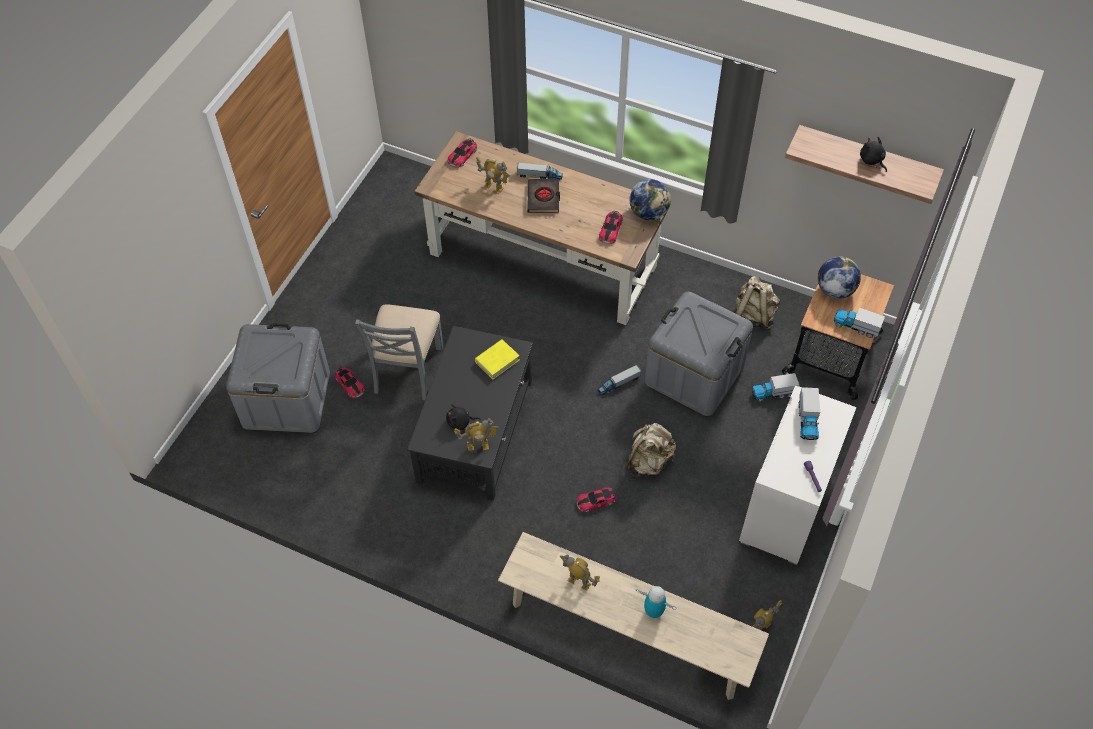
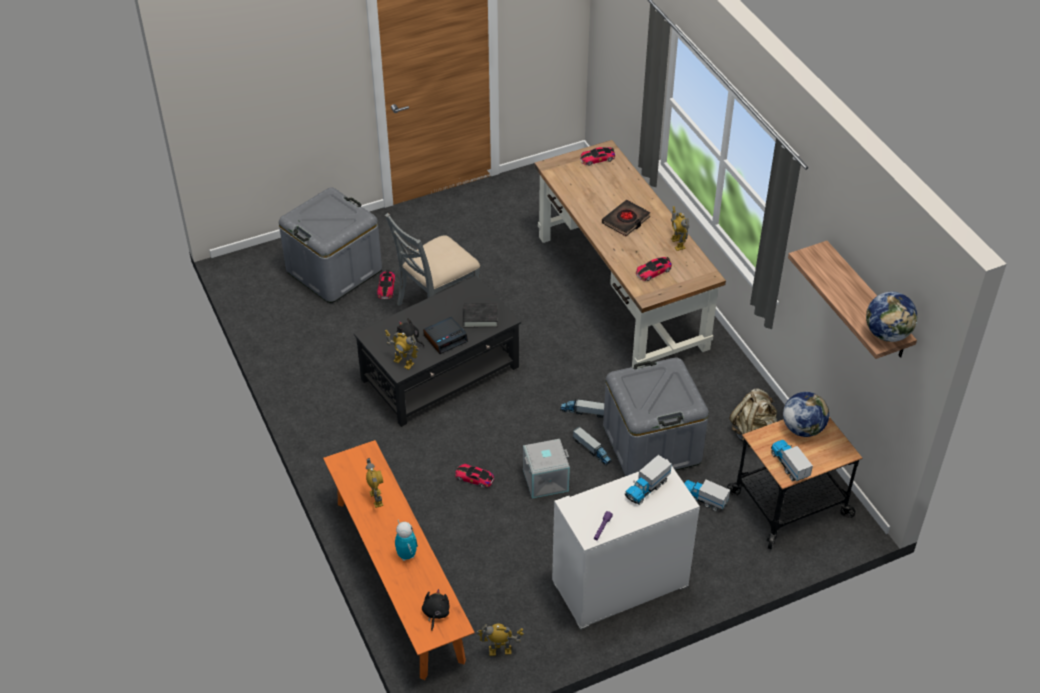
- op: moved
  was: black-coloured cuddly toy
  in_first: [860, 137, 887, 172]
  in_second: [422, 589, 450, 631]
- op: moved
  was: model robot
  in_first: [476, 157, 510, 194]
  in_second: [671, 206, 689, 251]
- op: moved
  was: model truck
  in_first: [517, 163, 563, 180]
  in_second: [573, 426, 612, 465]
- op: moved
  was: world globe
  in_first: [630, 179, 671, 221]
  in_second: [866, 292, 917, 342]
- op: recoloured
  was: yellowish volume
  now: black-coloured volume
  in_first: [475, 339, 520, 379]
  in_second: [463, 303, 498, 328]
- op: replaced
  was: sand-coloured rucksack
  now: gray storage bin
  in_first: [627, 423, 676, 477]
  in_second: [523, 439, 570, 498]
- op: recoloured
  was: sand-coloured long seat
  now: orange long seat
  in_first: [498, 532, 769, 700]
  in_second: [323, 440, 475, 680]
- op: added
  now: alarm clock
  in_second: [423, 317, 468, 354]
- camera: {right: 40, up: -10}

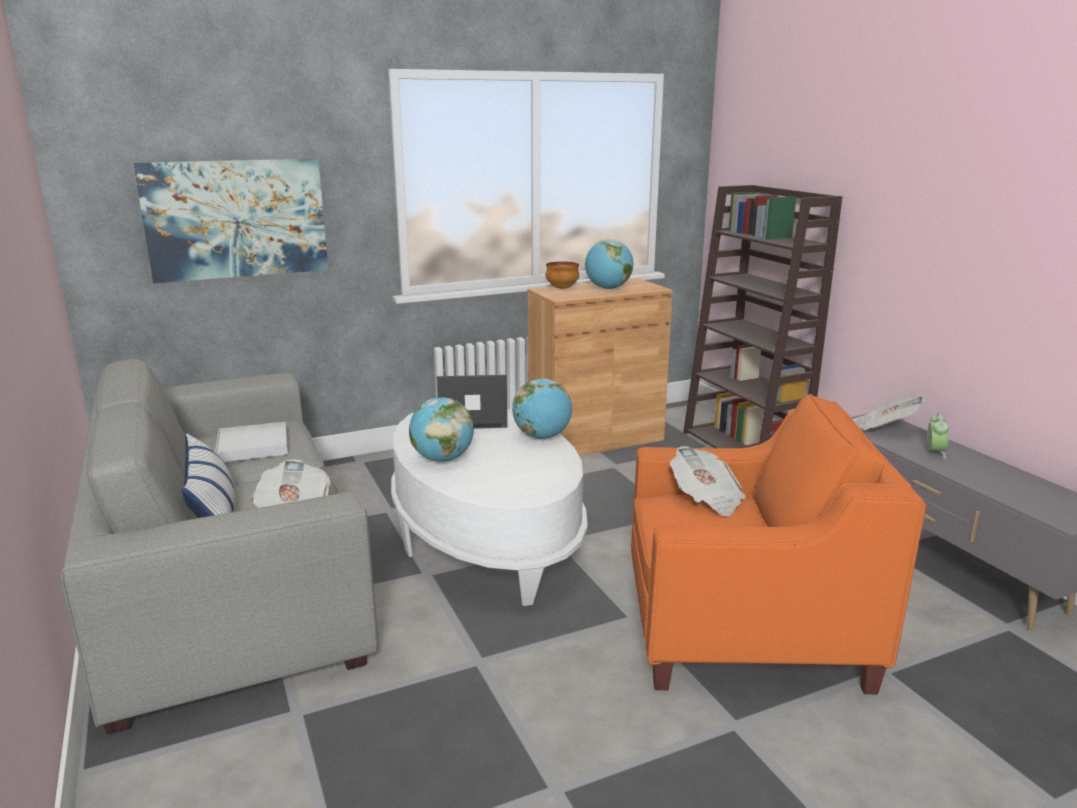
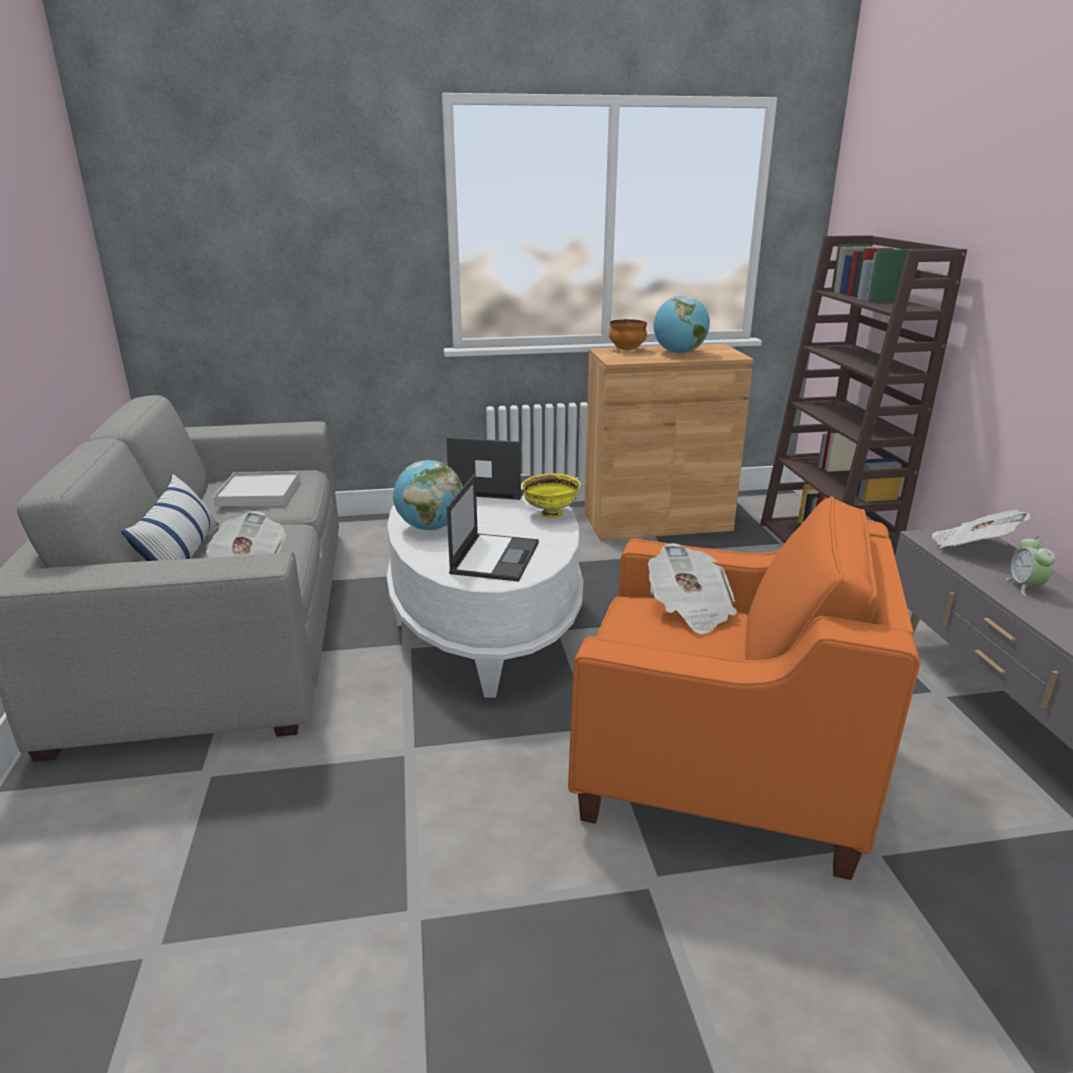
- op: removed
  was: wall art
  in_first: [133, 158, 328, 283]
- op: replaced
  was: world globe
  now: yellowish bowl
  in_first: [512, 378, 572, 439]
  in_second: [522, 473, 581, 518]
- op: turned
  was: alarm clock
  in_first: [928, 412, 949, 459]
  in_second: [1006, 536, 1055, 596]
  clockwise: 150
- op: added
  now: laptop
  in_second: [447, 474, 539, 581]
- camera: {right: 15, up: 5}

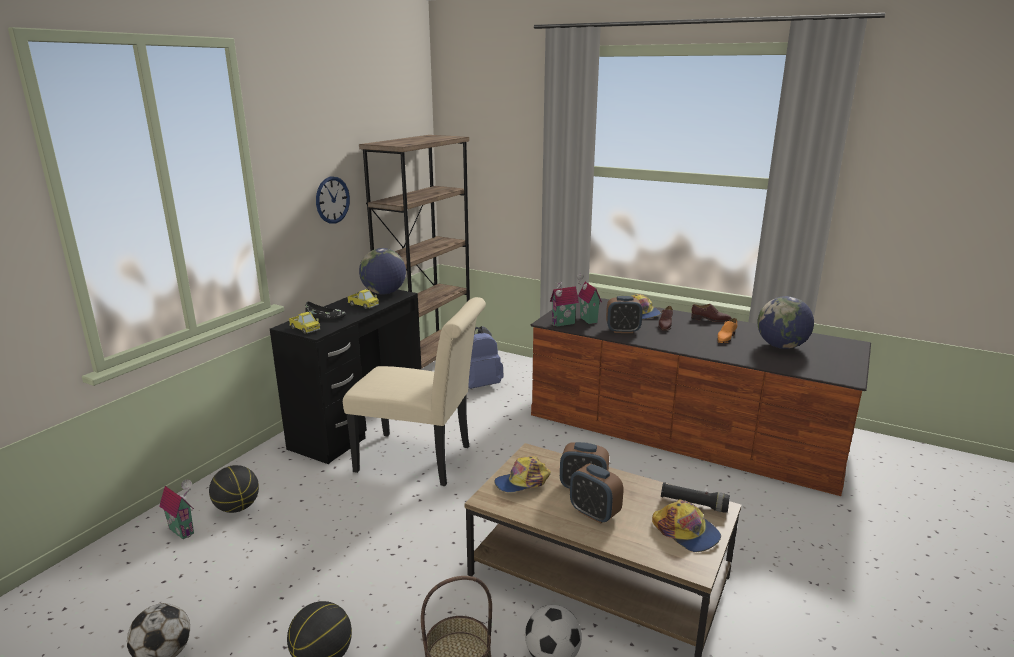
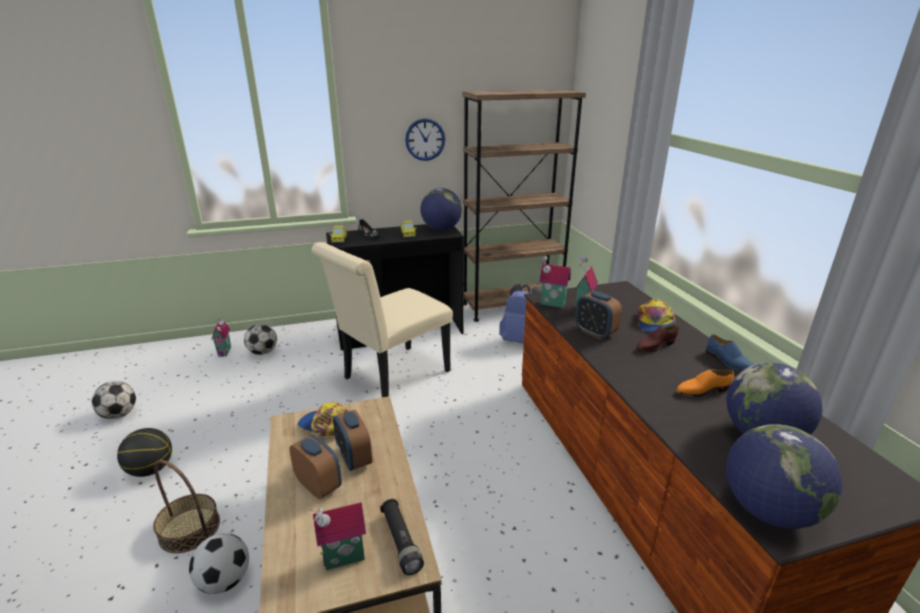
- op: turned
  was: sand-coloured upright chair
  in_first: [343, 297, 486, 486]
  in_second: [311, 242, 453, 397]
  clockwise: 75
- op: recoloured
  was: brownish shoe
  now: blue-coloured shoe
  in_first: [691, 304, 732, 322]
  in_second: [705, 334, 754, 372]
- op: turned
  was: alarm clock
  in_first: [570, 463, 624, 524]
  in_second: [289, 434, 342, 499]
  clockwise: 135
- op: replaced
  was: basketball
  now: football ball
  in_first: [209, 465, 259, 513]
  in_second: [244, 324, 277, 355]
- op: replaced
  was: peaked cap
  now: toy house
  in_first: [652, 500, 721, 552]
  in_second: [310, 502, 366, 570]
- op: added
  now: world globe
  in_second: [726, 424, 842, 529]
- camera: {right: 45, up: 5}

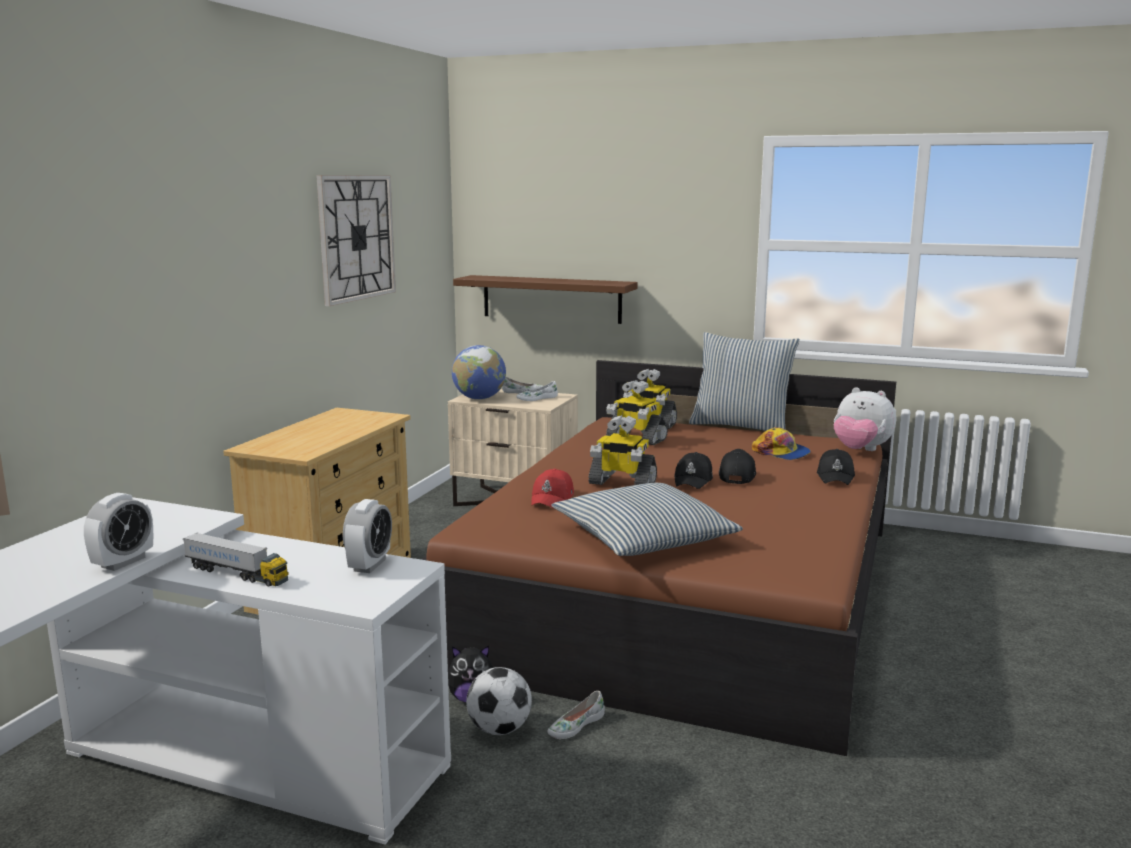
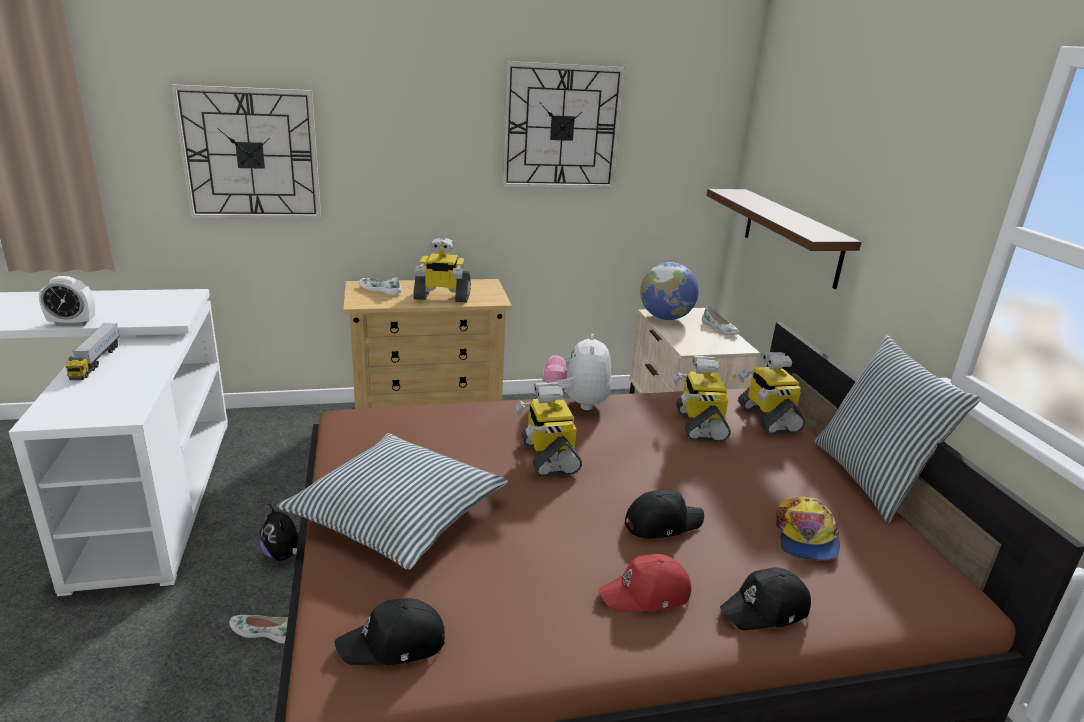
- op: moved
  was: white shoe
  in_first: [517, 381, 558, 401]
  in_second: [359, 277, 401, 295]
- op: moved
  was: cuddly toy
  in_first: [834, 387, 896, 451]
  in_second: [543, 334, 612, 410]
- op: moved
  was: black-coloured peaked cap
  in_first: [674, 452, 713, 489]
  in_second: [335, 598, 445, 665]
- op: moved
  was: red-coloured peaked cap
  in_first: [531, 469, 574, 508]
  in_second: [599, 554, 691, 612]
- op: removed
  was: alarm clock
  in_first: [343, 499, 392, 573]
- op: removed
  was: football ball
  in_first: [466, 667, 532, 735]
- op: added
  now: clock on the wall
  in_second: [170, 84, 321, 219]
- op: added
  now: model robot
  in_second: [413, 238, 471, 303]
- camera: {right: 55, up: 10}

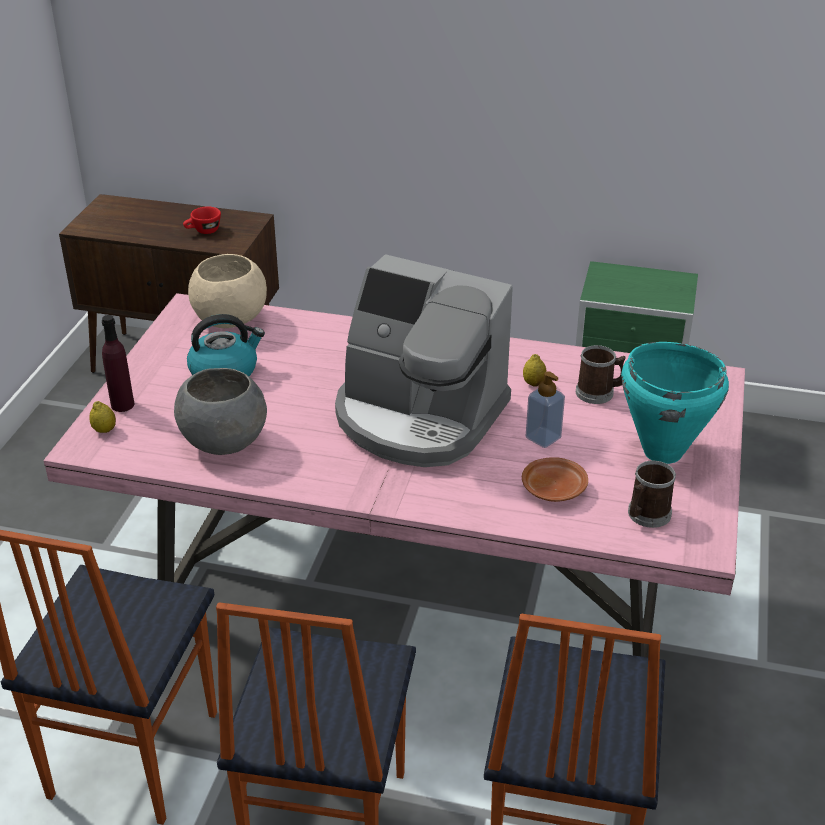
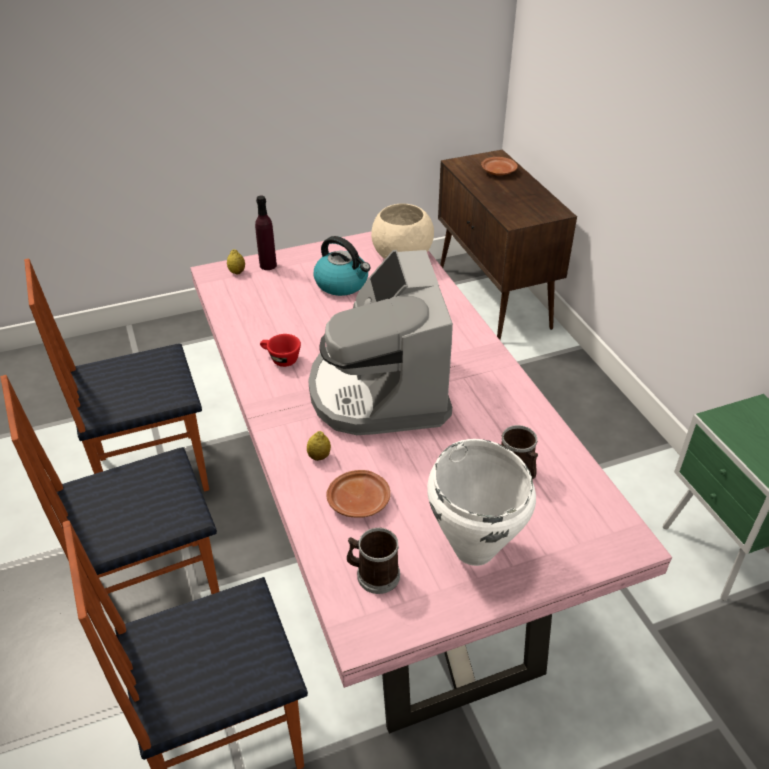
- op: moved
  was: red-coloured cup
  in_first: [183, 207, 221, 234]
  in_second: [260, 334, 301, 367]
- op: recoloured
  was: turquoise saucepot
  now: white saucepot
  in_first: [621, 342, 729, 464]
  in_second: [427, 439, 536, 566]
- op: moved
  was: citrus fruit
  in_first: [523, 354, 546, 387]
  in_second: [307, 431, 331, 461]
- op: removed
  was: gray bowl
  in_first: [174, 368, 267, 455]
- op: removed
  was: soap dispenser
  in_first: [525, 371, 565, 448]
- op: added
  now: brownish plate
  in_second: [481, 157, 518, 176]
- camera: {right: 55, up: 5}

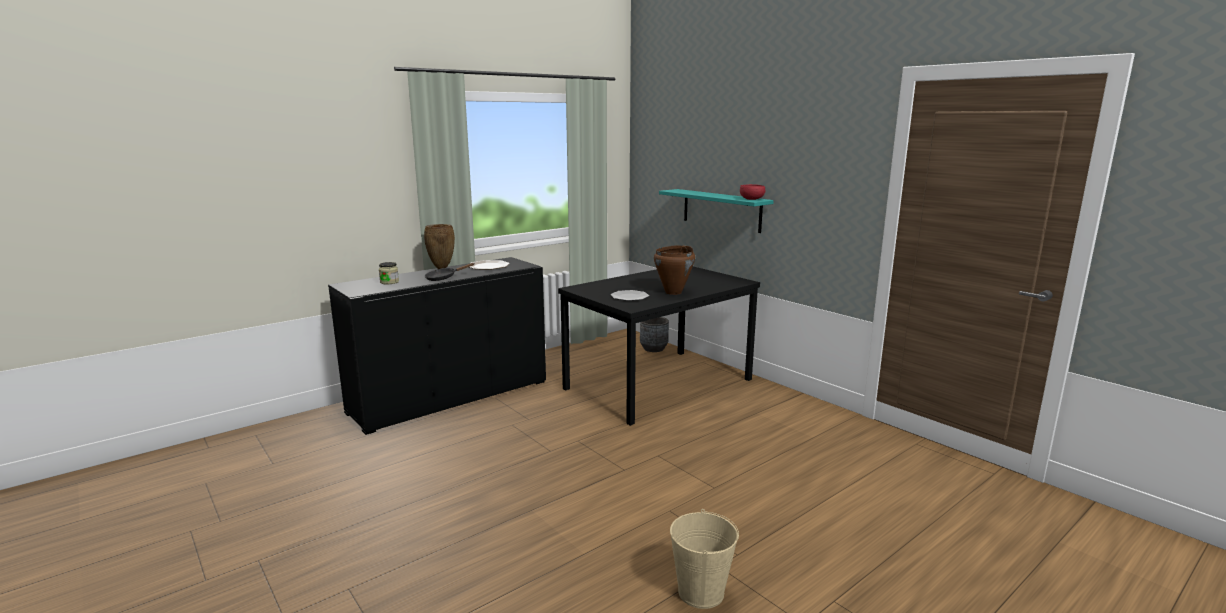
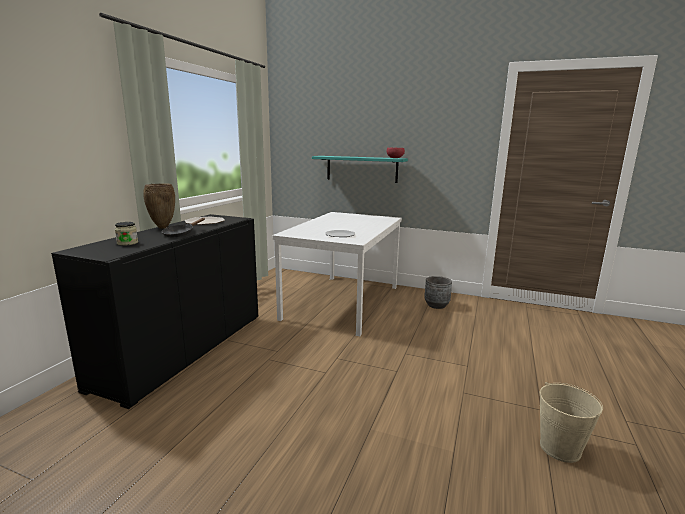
- op: removed
  was: brownish saucepot
  in_first: [654, 245, 695, 295]
- op: recoloured
  was: black-coloured dinner table
  now: white dinner table
  in_first: [558, 267, 760, 426]
  in_second: [273, 212, 402, 336]
- op: moved
  was: gray plant pot
  in_first: [640, 317, 669, 352]
  in_second: [424, 276, 452, 309]
- camera: {right: -30, up: 0}

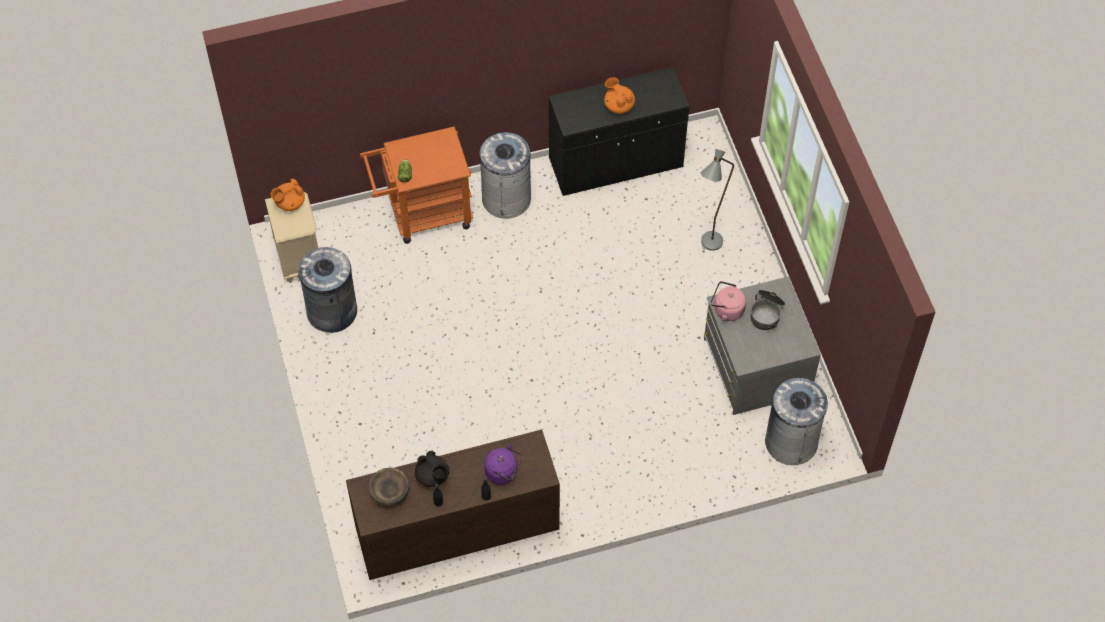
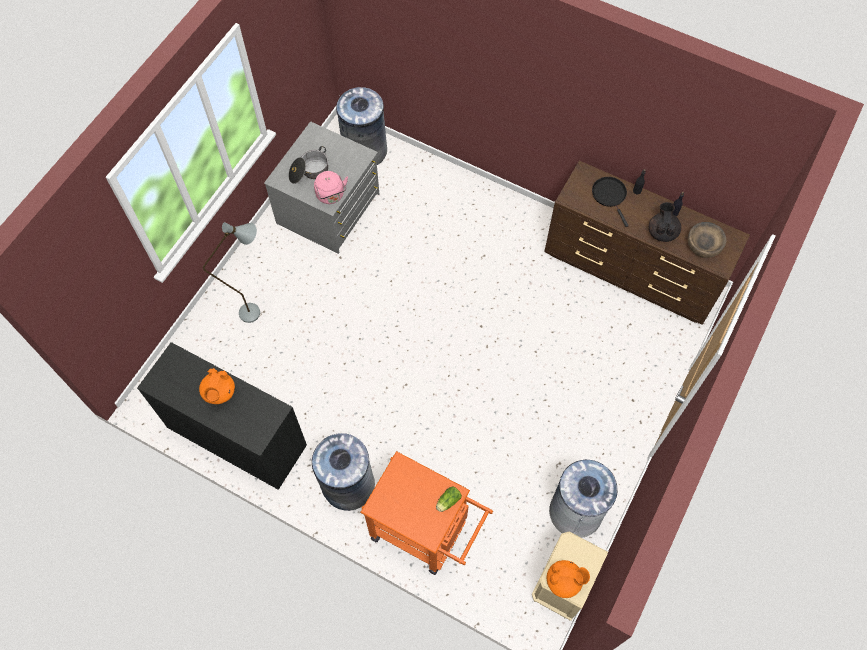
- op: replaced
  was: purple water kettle
  now: black-coloured pan
  in_first: [484, 444, 523, 485]
  in_second: [592, 177, 629, 227]
- camera: {right: -135, up: 5}

